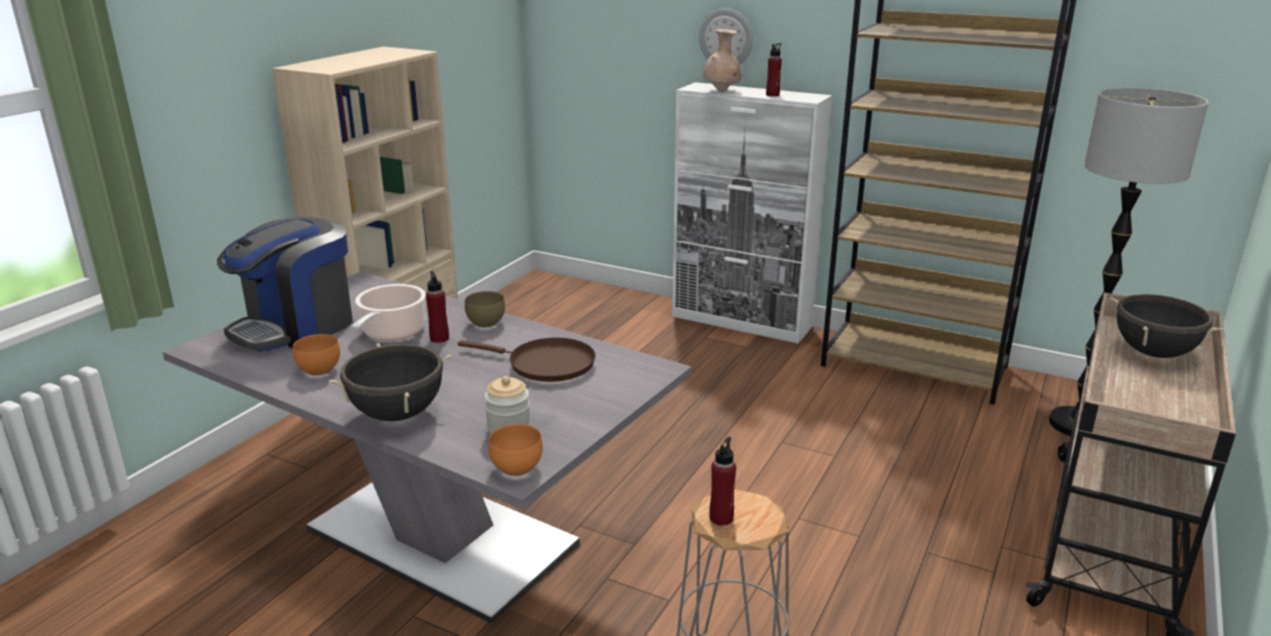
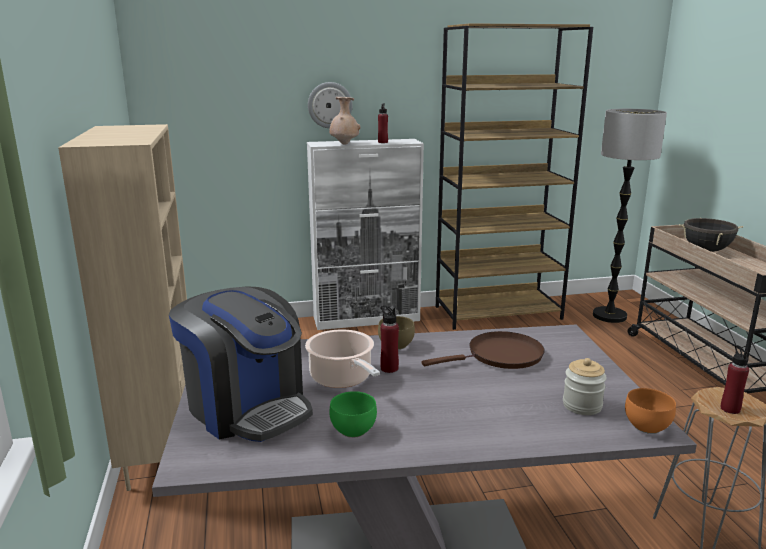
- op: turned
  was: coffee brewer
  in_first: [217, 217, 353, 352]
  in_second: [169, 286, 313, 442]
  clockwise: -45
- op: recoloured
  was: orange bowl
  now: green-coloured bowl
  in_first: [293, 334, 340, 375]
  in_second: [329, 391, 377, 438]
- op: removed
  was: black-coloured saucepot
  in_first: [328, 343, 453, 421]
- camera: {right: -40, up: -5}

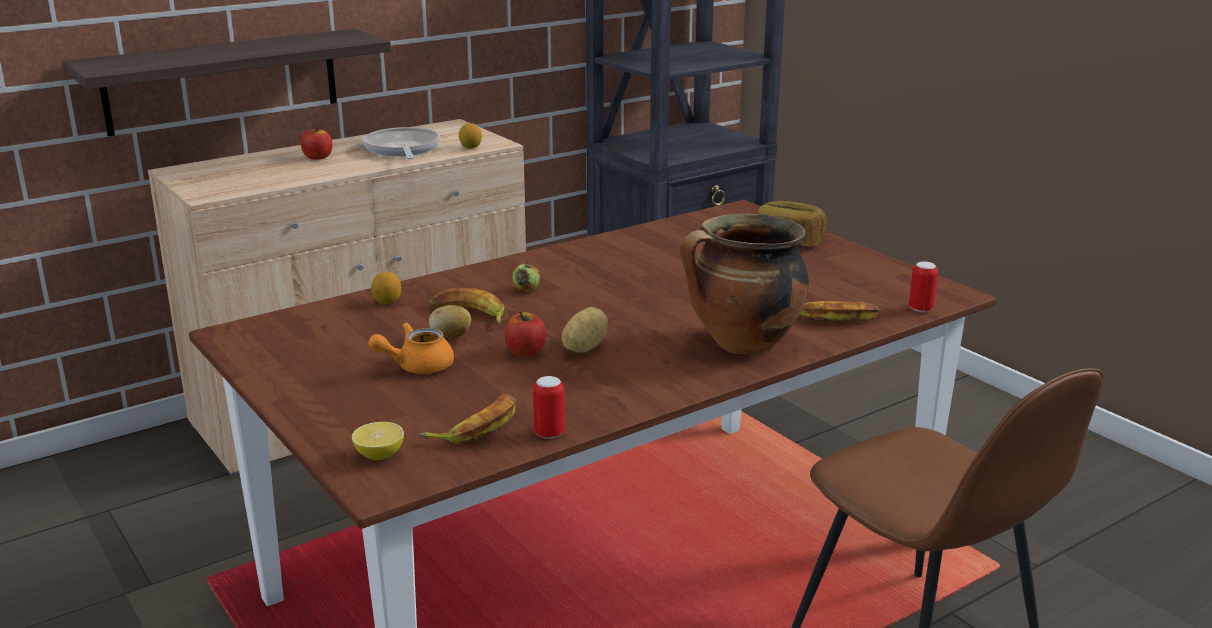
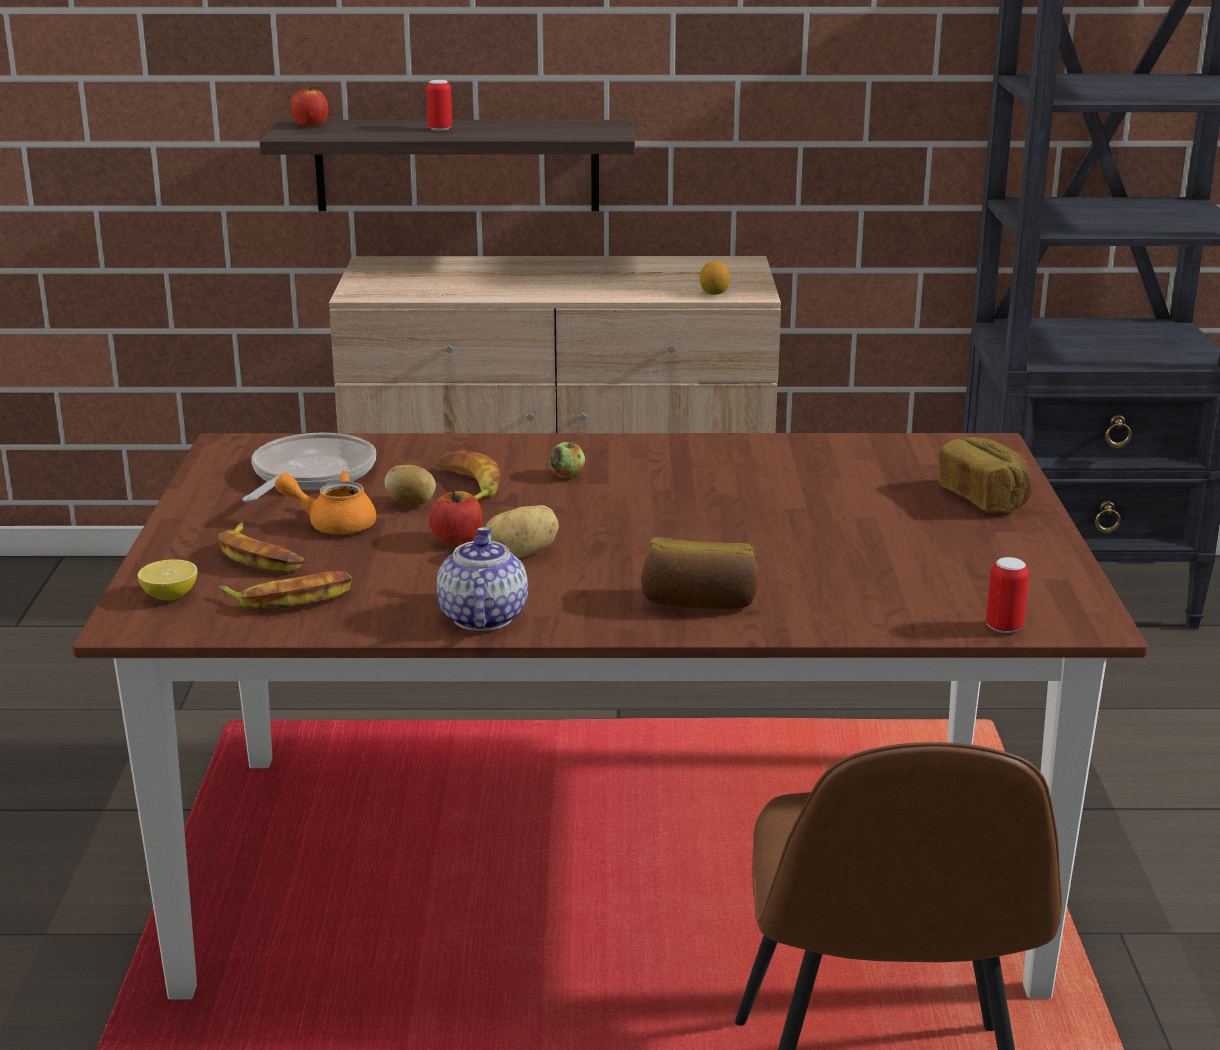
- op: moved
  was: apple
  in_first: [301, 127, 332, 159]
  in_second: [290, 86, 328, 127]
- op: moved
  was: pan
  in_first: [363, 127, 440, 159]
  in_second: [243, 433, 376, 503]
- op: replaced
  was: saucepot
  now: bread
  in_first: [680, 213, 809, 354]
  in_second: [641, 537, 758, 609]
- op: removed
  was: citrus fruit
  in_first: [371, 272, 401, 305]
- op: moved
  was: banana
  in_first: [800, 301, 879, 322]
  in_second: [218, 522, 305, 572]
- op: moved
  was: sealed can
  in_first: [533, 376, 565, 439]
  in_second: [426, 80, 452, 131]
- op: added
  now: teapot
  in_second: [437, 527, 528, 631]
- camera: {right: 35, up: 0}

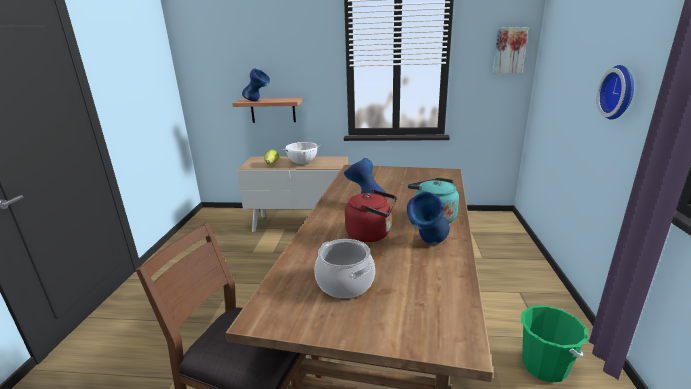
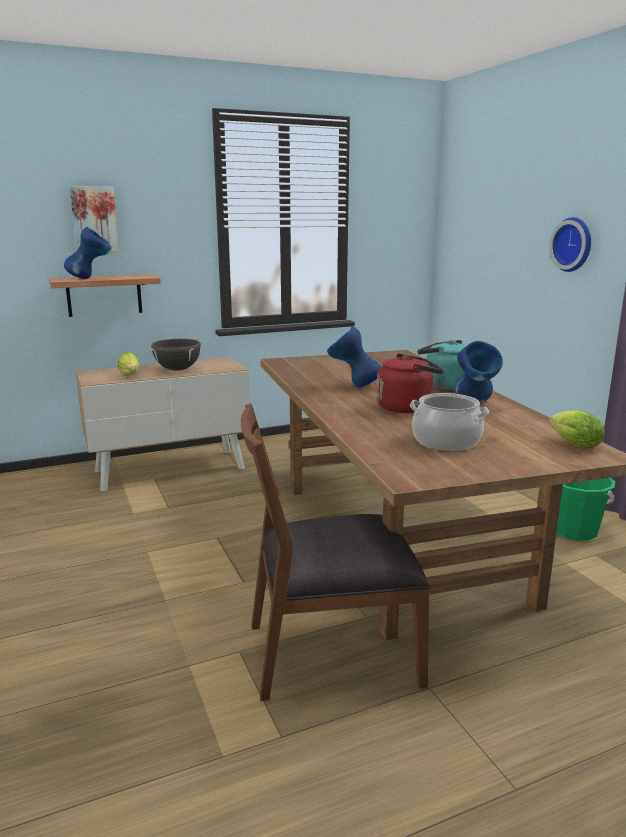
- op: moved
  was: wall art
  in_first: [492, 27, 529, 73]
  in_second: [69, 186, 119, 252]
- op: recoloured
  was: white saucepot
  now: black-coloured saucepot
  in_first: [281, 142, 321, 164]
  in_second: [149, 339, 201, 371]
- op: added
  now: lettuce
  in_second: [549, 410, 605, 449]
- camera: {right: -30, up: -5}

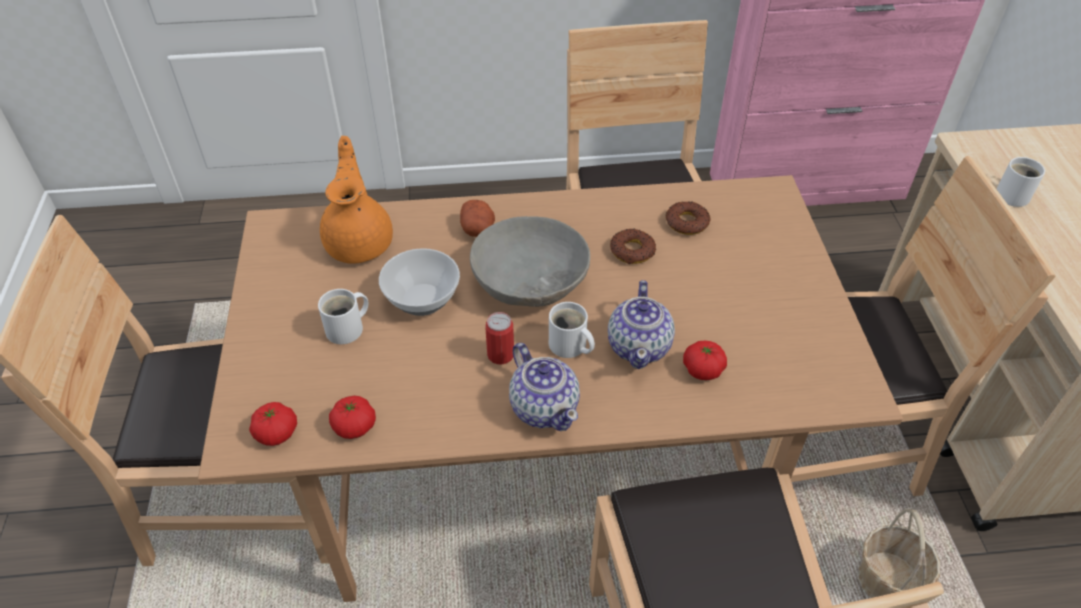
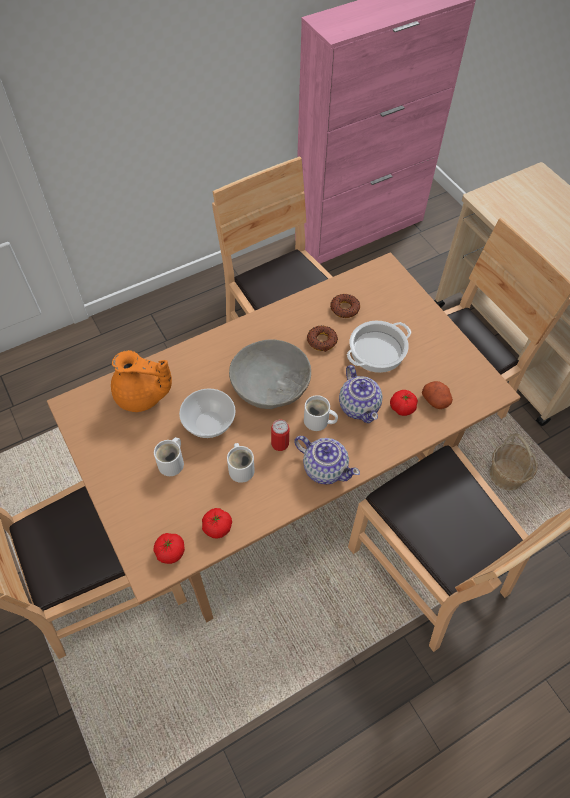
- op: turned
  was: orange teapot
  in_first: [320, 136, 393, 264]
  in_second: [111, 350, 172, 412]
  clockwise: 135
- op: moved
  was: white tea mug
  in_first: [997, 157, 1045, 207]
  in_second: [227, 443, 255, 483]
- op: moved
  was: potato
  in_first: [460, 200, 495, 237]
  in_second: [422, 381, 453, 409]
- op: added
  now: saucepot
  in_second: [347, 321, 411, 373]
- camera: {right: -25, up: 10}

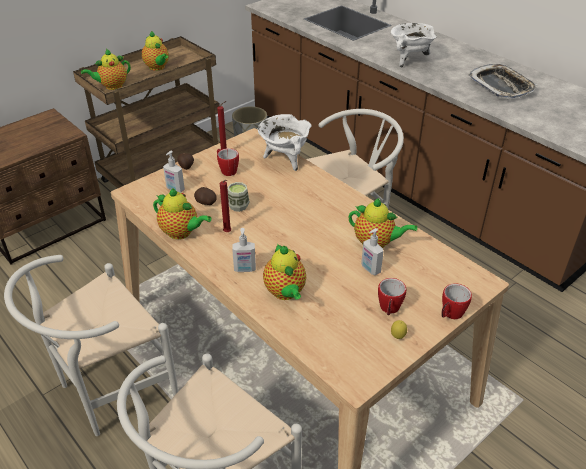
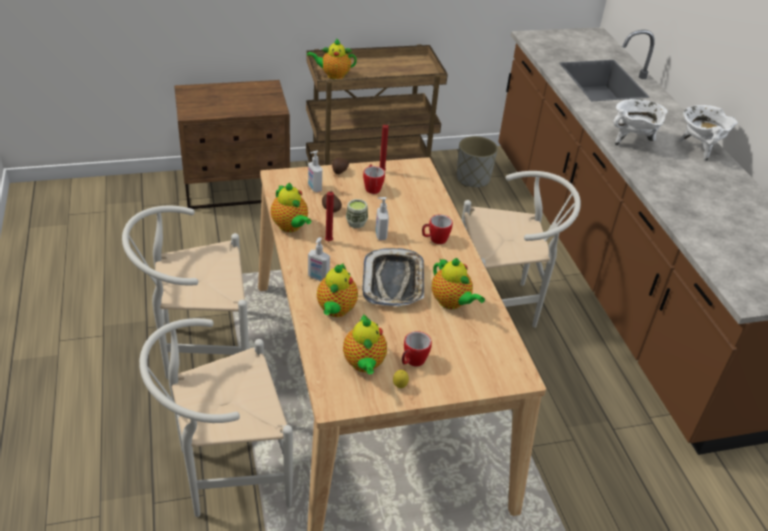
- op: moved
  was: teapot
  in_first: [142, 31, 169, 71]
  in_second: [343, 314, 387, 374]
- op: moved
  was: tray
  in_first: [468, 64, 538, 99]
  in_second: [362, 248, 424, 307]
- op: moved
  was: white saucepot
  in_first: [257, 114, 312, 171]
  in_second: [679, 105, 738, 161]
- op: moved
  was: soap dispenser
  in_first: [361, 228, 384, 275]
  in_second: [375, 197, 389, 240]
- op: moved
  was: tea mug
  in_first: [441, 283, 472, 319]
  in_second: [422, 214, 453, 244]
- camera: {right: 25, up: 0}

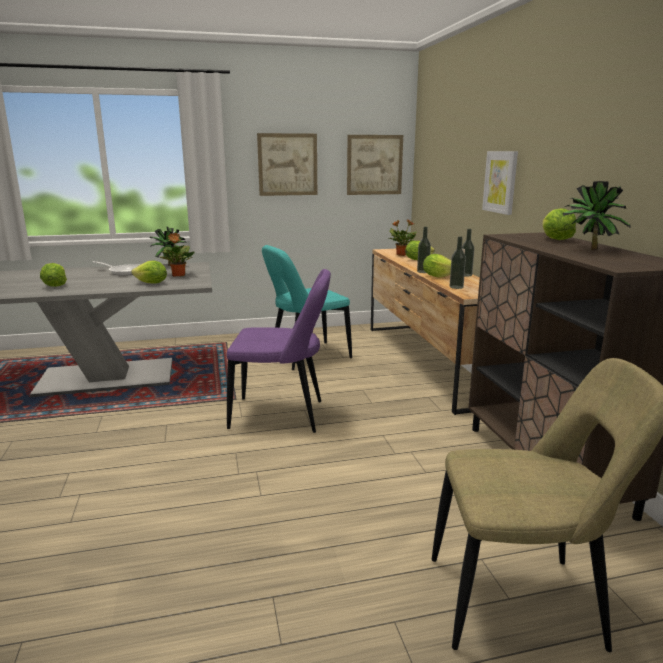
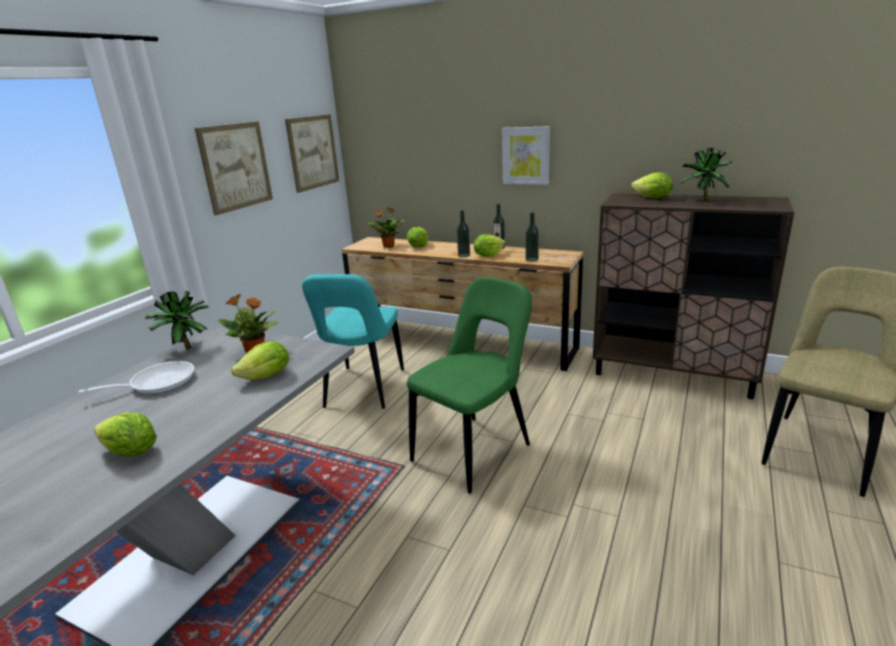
- op: recoloured
  was: purple upright chair
  now: green-coloured upright chair
  in_first: [227, 269, 331, 433]
  in_second: [407, 277, 532, 494]
- camera: {right: -50, up: 5}

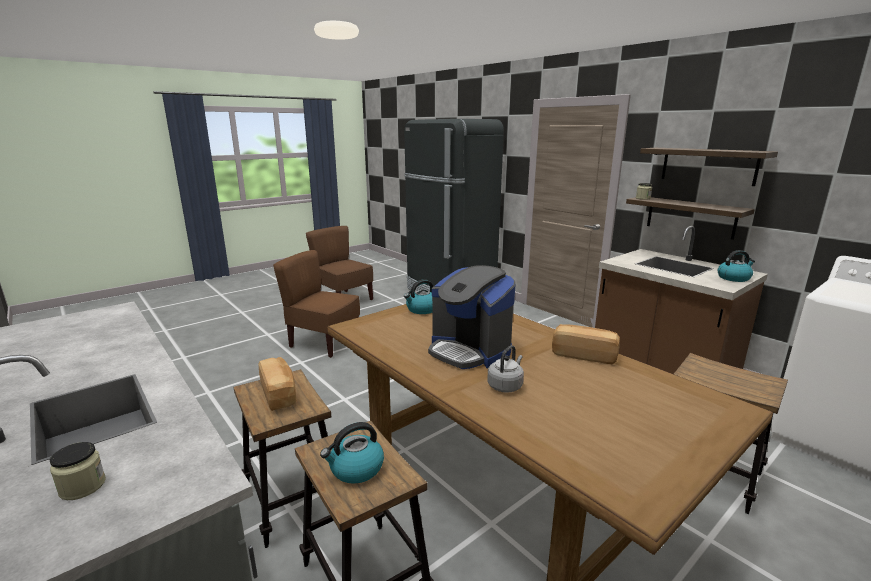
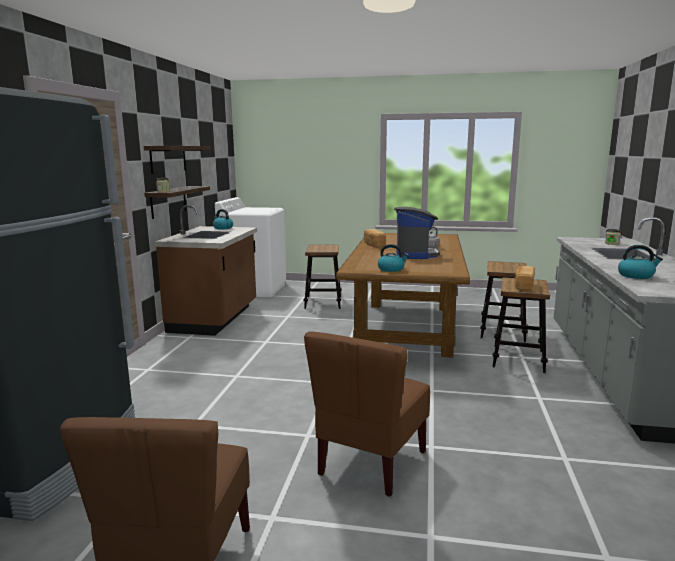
- op: turned
  was: brownish upright chair
  in_first: [273, 250, 360, 358]
  in_second: [304, 332, 430, 497]
  clockwise: 45
- op: moved
  was: water kettle
  in_first: [320, 422, 384, 484]
  in_second: [618, 245, 663, 279]
- camera: {right: -130, up: -5}

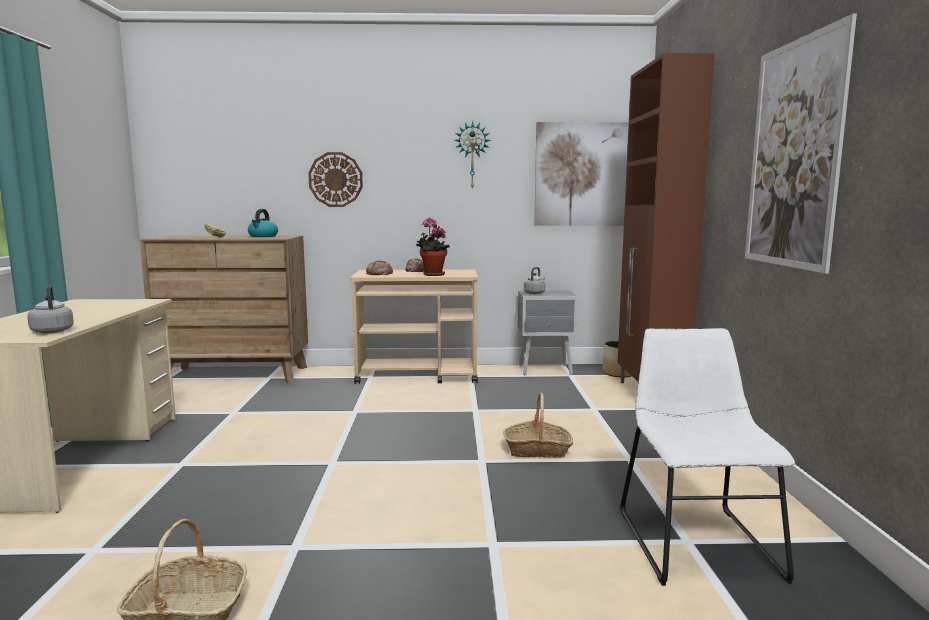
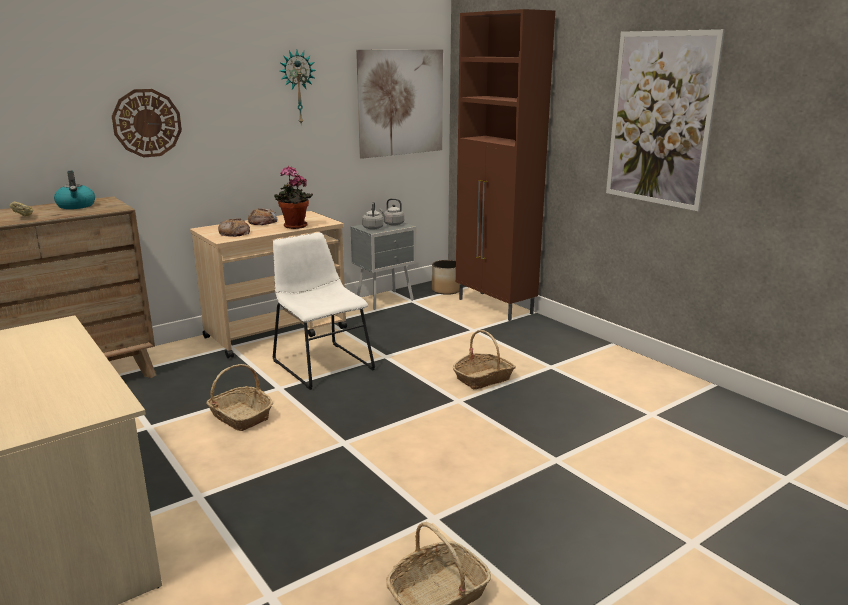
- op: moved
  was: gray water kettle
  in_first: [27, 285, 74, 334]
  in_second: [380, 198, 404, 226]
- op: moved
  was: white upright chair
  in_first: [620, 328, 795, 586]
  in_second: [273, 232, 375, 390]
- op: added
  now: basket
  in_second: [206, 364, 273, 431]
- camera: {right: -35, up: 10}

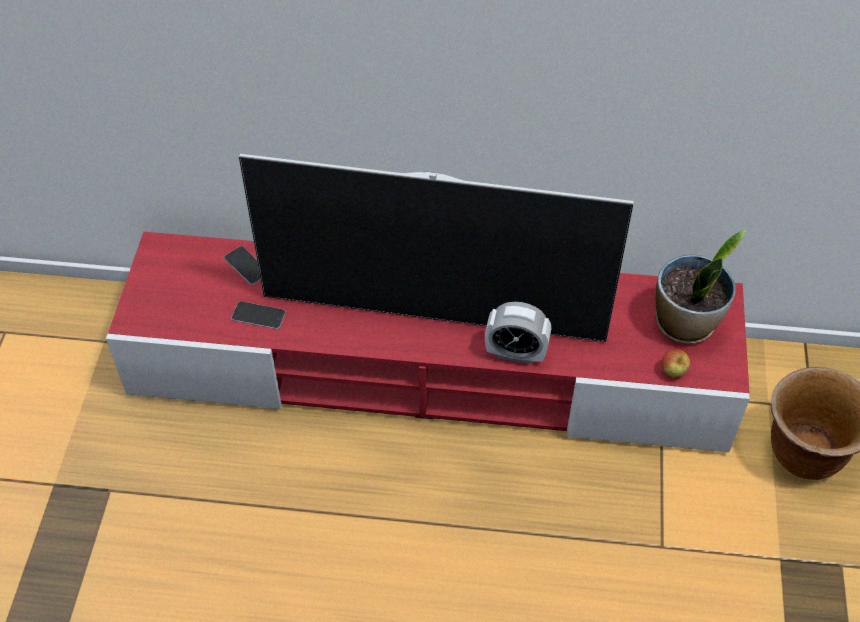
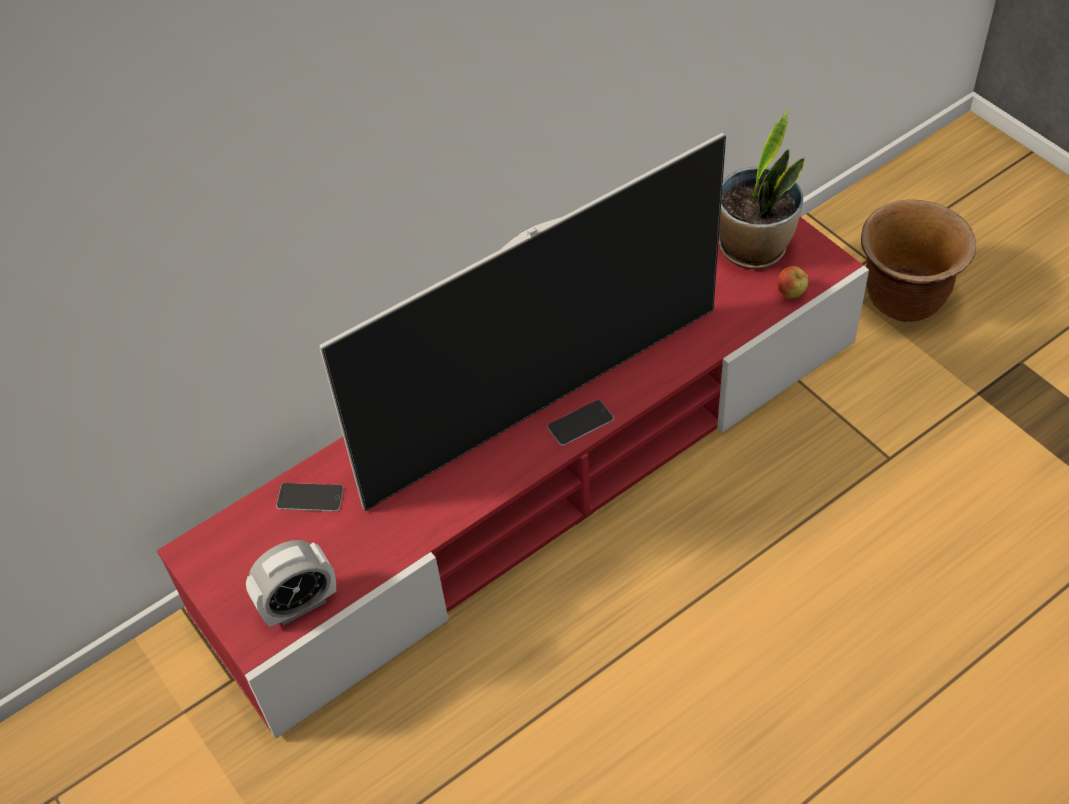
- op: moved
  was: telephone
  in_first: [231, 301, 286, 329]
  in_second: [547, 400, 614, 446]
- op: moved
  was: alarm clock
  in_first: [485, 302, 551, 364]
  in_second: [246, 540, 336, 627]
- camera: {right: -40, up: 0}

